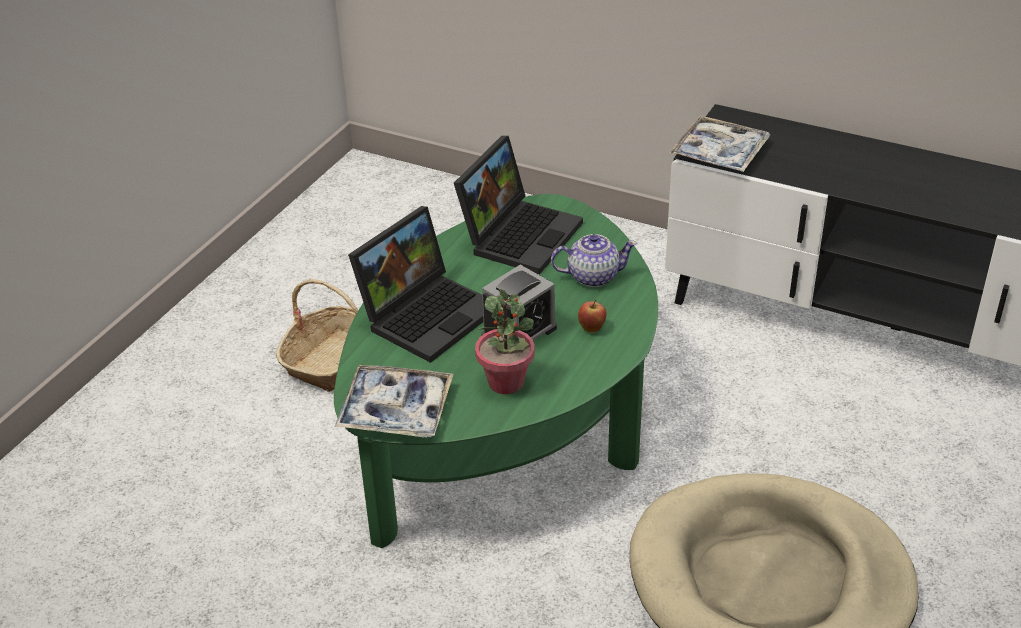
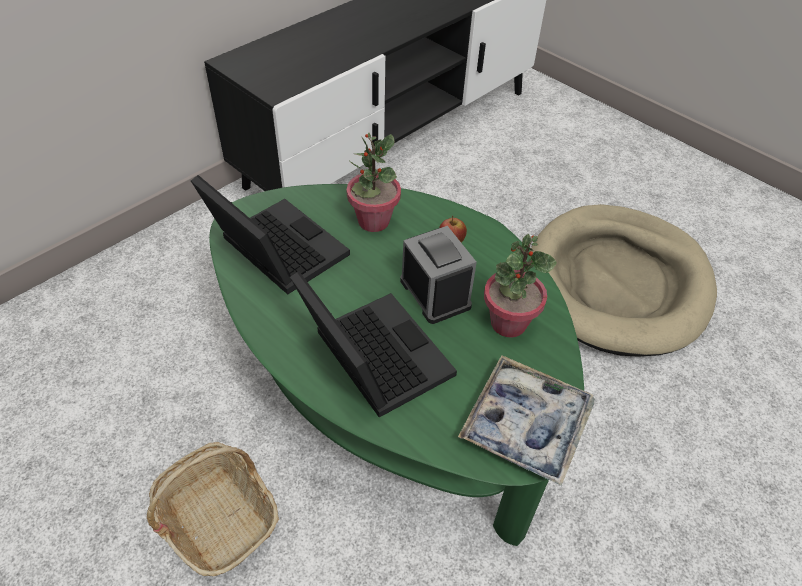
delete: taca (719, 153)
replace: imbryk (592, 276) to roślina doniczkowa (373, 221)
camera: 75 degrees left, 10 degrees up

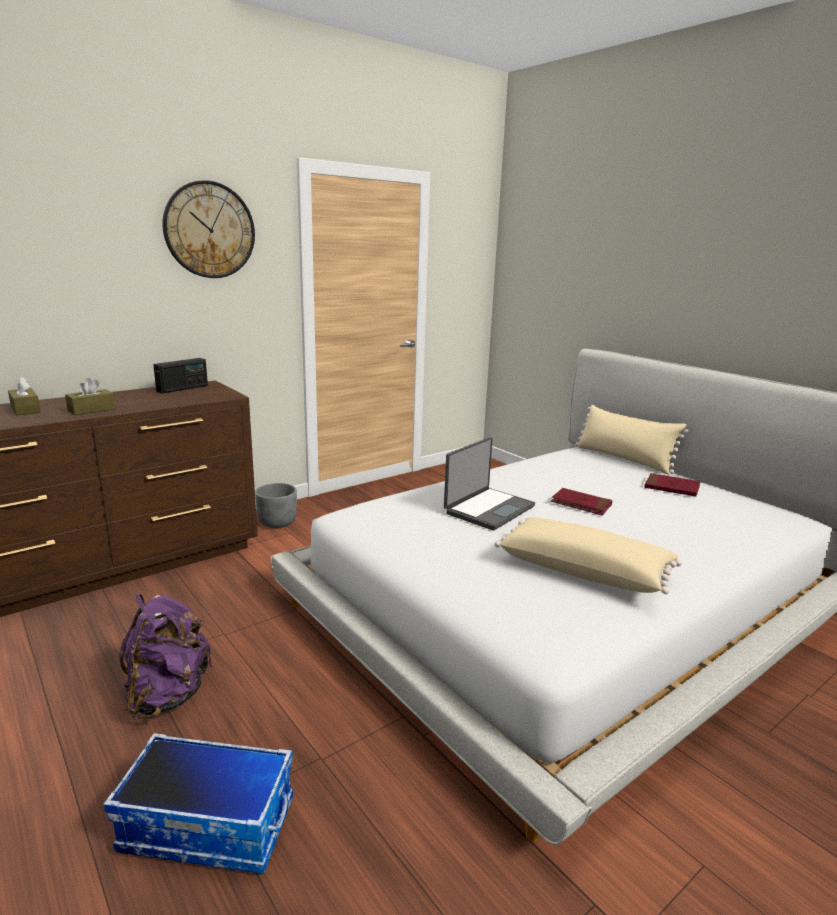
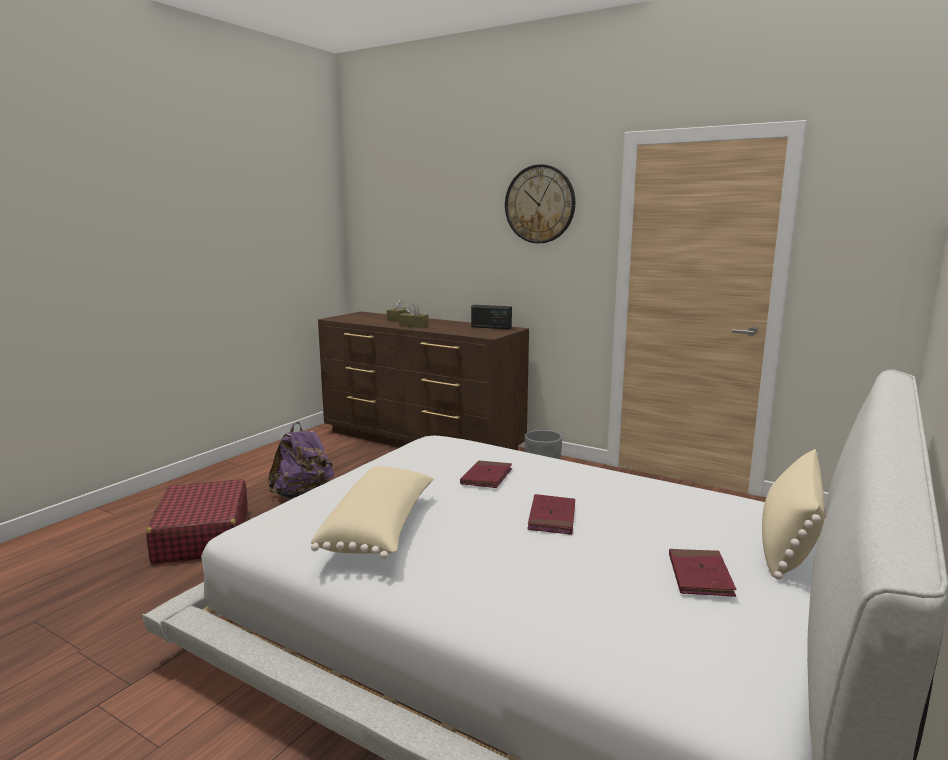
replace: pojemnik do przechowywania (210, 824) to walizka (czerwony) (202, 536); laptop (488, 509) to książka (czerwony) (486, 477)
camera: 70 degrees right, 5 degrees down

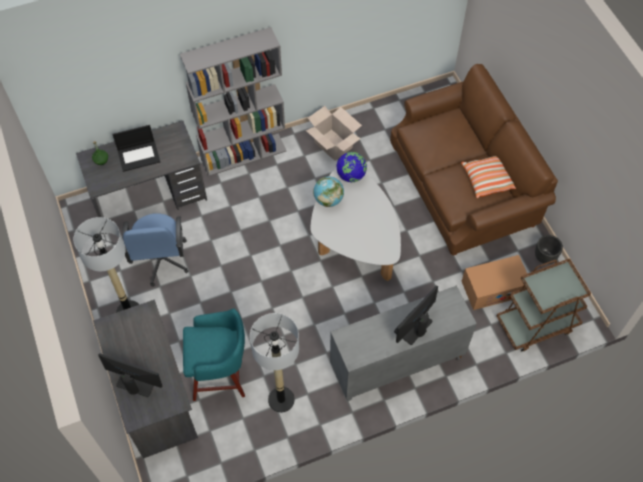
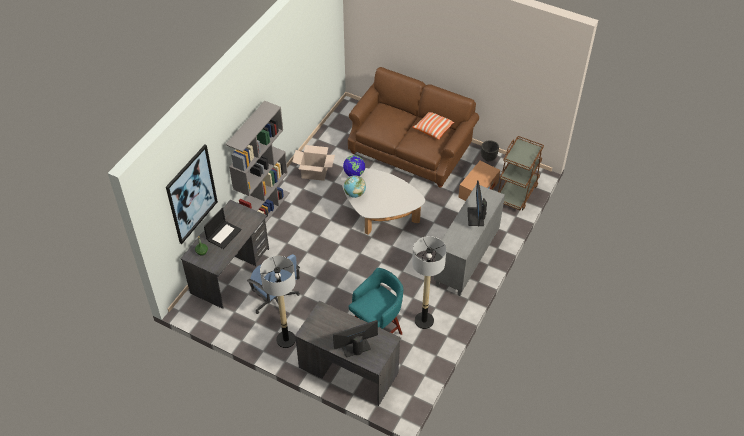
insert: obraz (192, 194)
camera: 40 degrees left, 10 degrees down

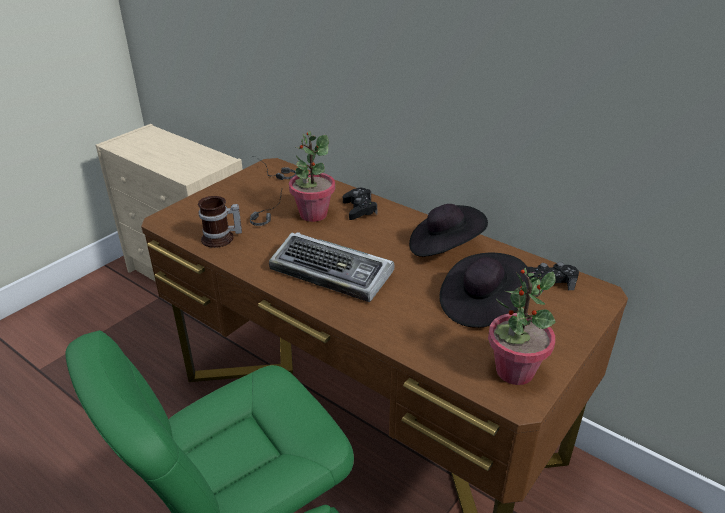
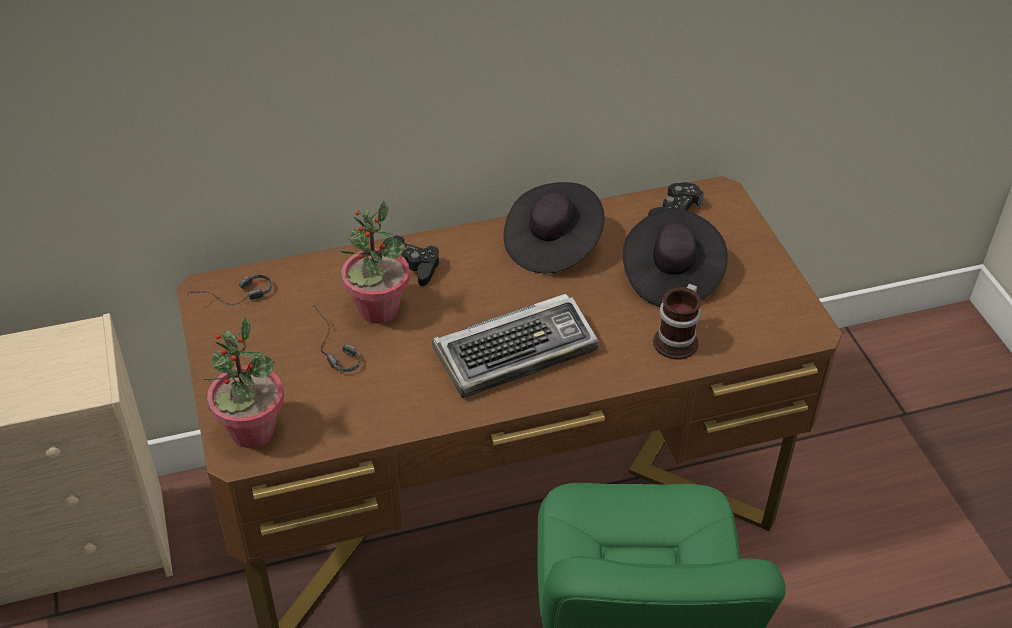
move: kubek (221, 239) to (679, 340); roślina doniczkowa (514, 371) to (252, 431)
camera: 55 degrees left, 10 degrees up

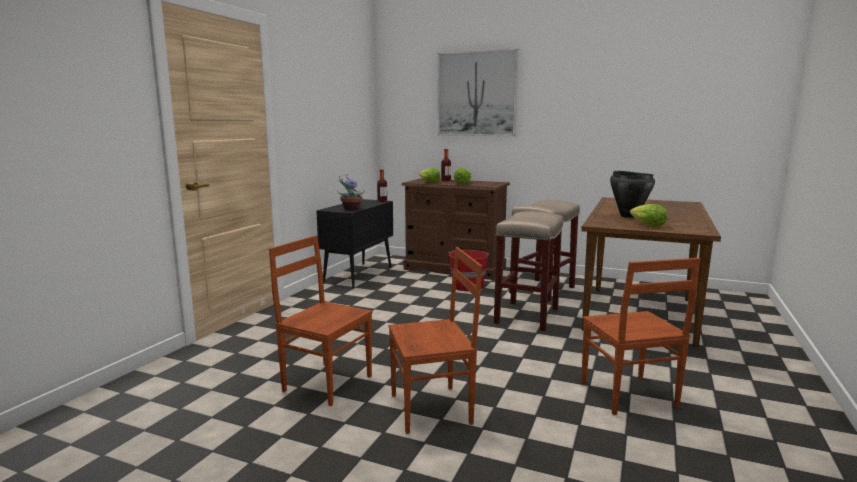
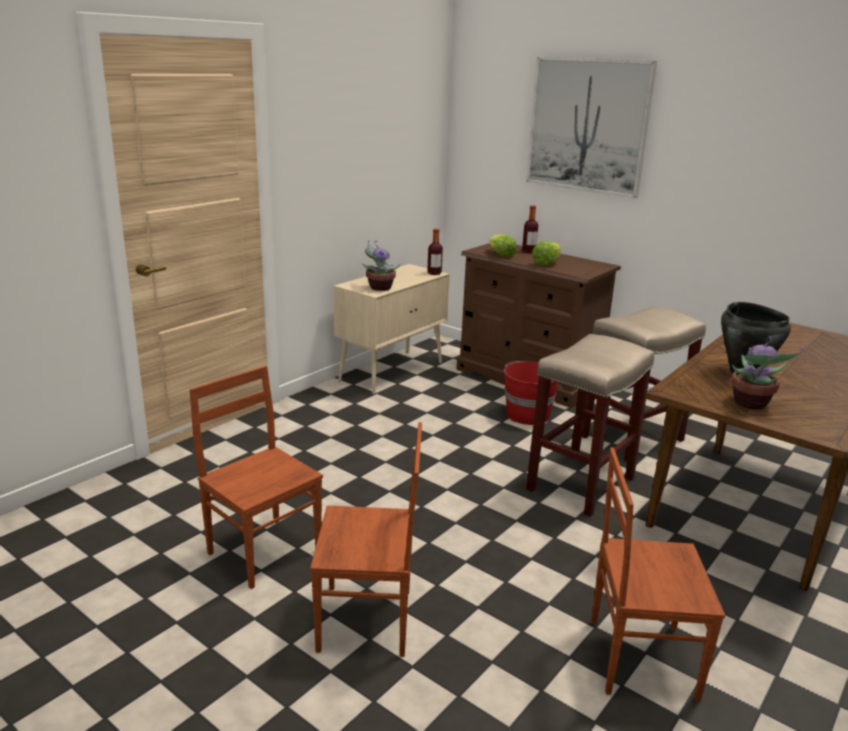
replace: sałata (647, 225) to roślina doniczkowa (751, 404)
recolor: szafka (czarny) (359, 275) to szafka (beżowy) (392, 371)
rotate: krzesło (brązowy) (628, 396) = (639, 657) 90 degrees clockwise
camera: 15 degrees right, 10 degrees up

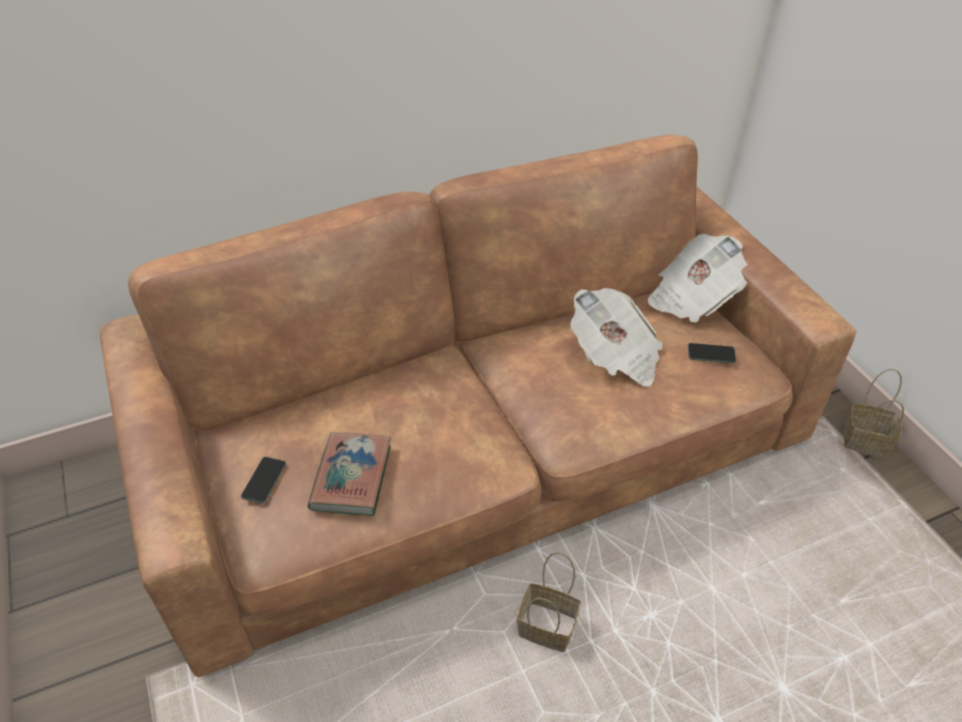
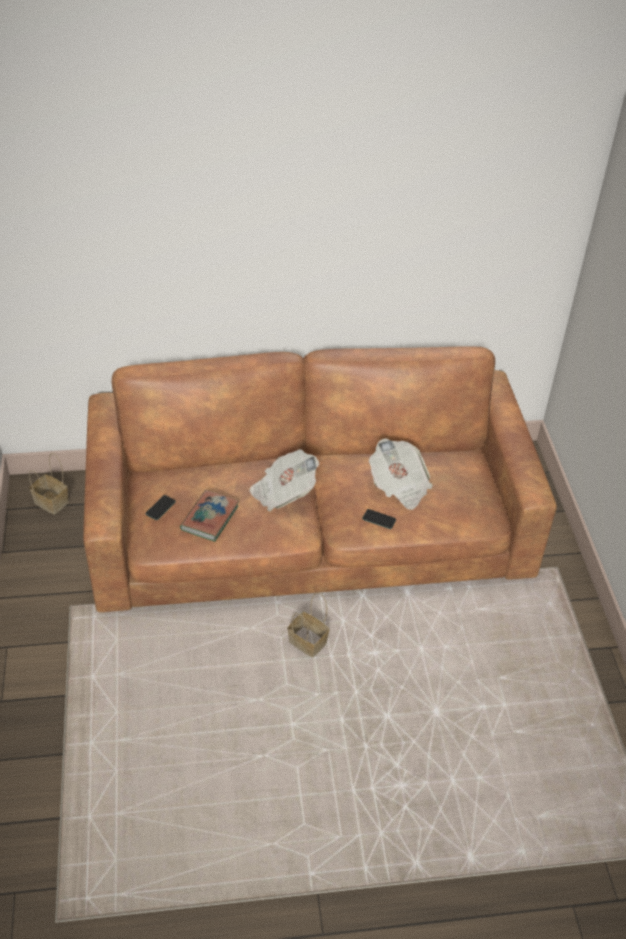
move: gazeta (692, 296) to (283, 492); telefon (711, 354) to (379, 519); koszyk (866, 441) to (52, 502)
camera: 15 degrees right, 0 degrees up

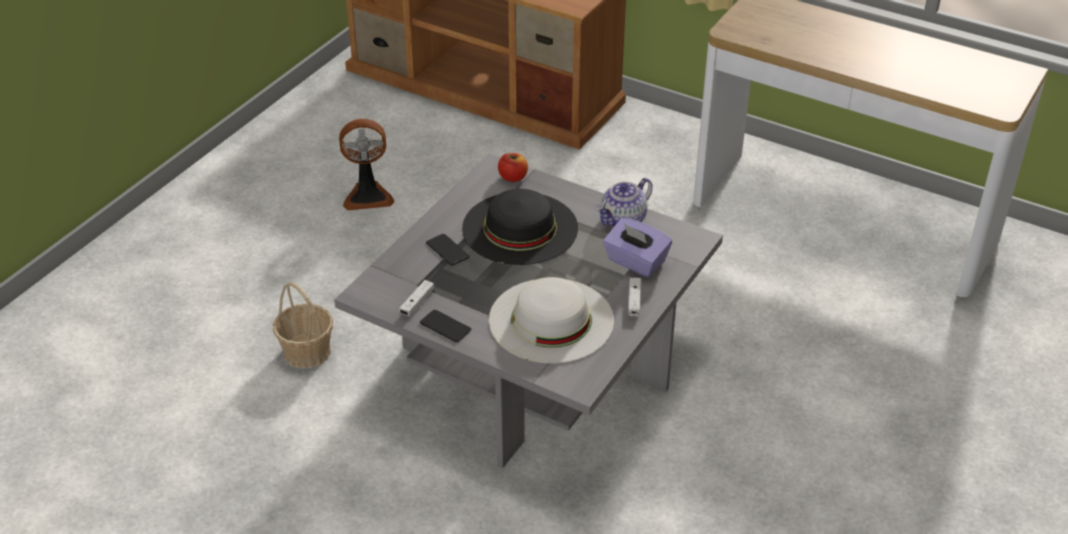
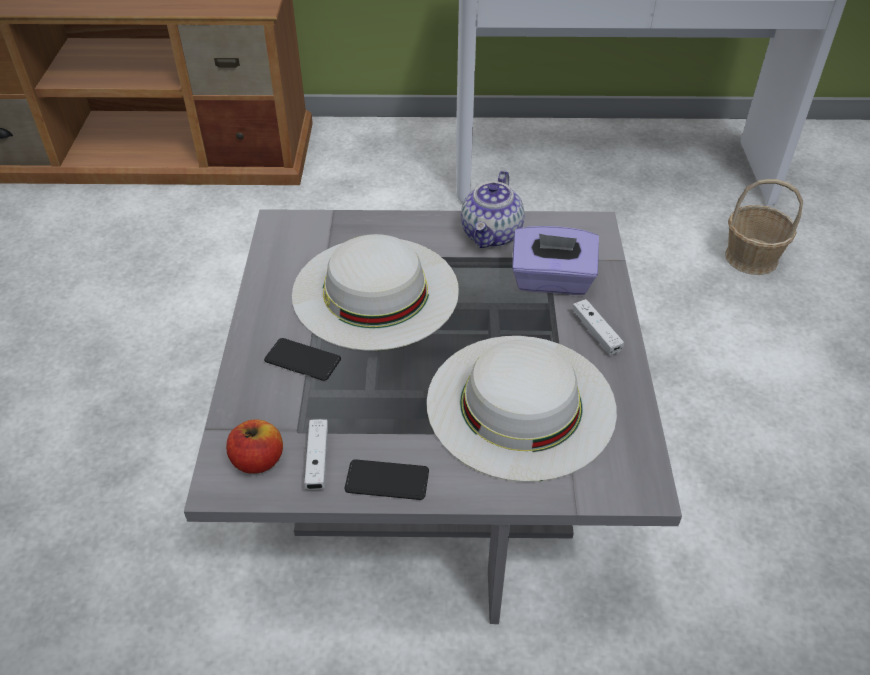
delete: wentylator (368, 196)
move: koszyk (307, 351) to (751, 257); jabłko (513, 177) to (258, 460)
recolor: kapelusz (czarny) (520, 228) to kapelusz (biały) (375, 291)
camera: 30 degrees left, 5 degrees up

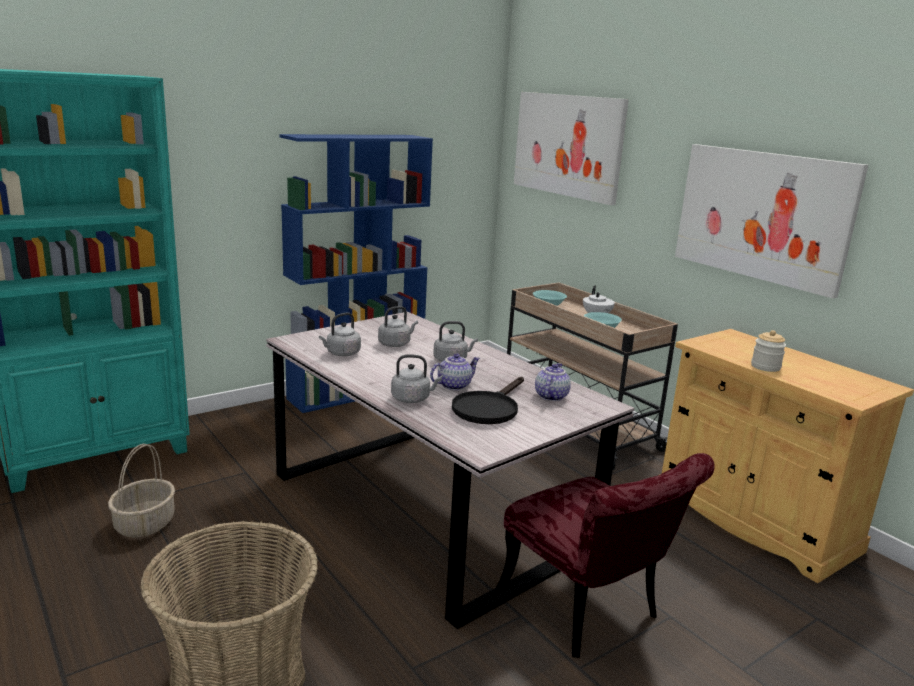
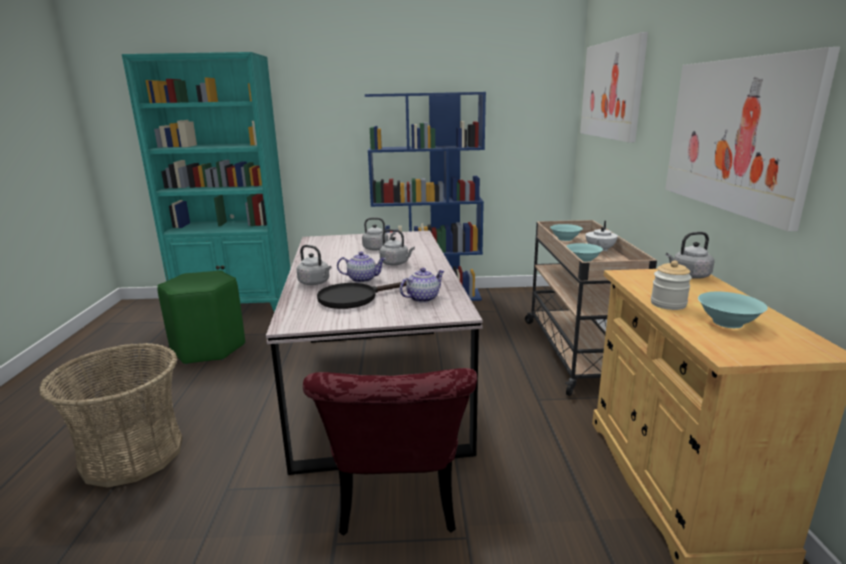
insert: miska (turkusowy) (727, 322)
move: czajnik (szary) (341, 354) to (688, 276)
replace: koszyk (144, 523) to stołek (zielony) (209, 348)
camera: 35 degrees right, 0 degrees up

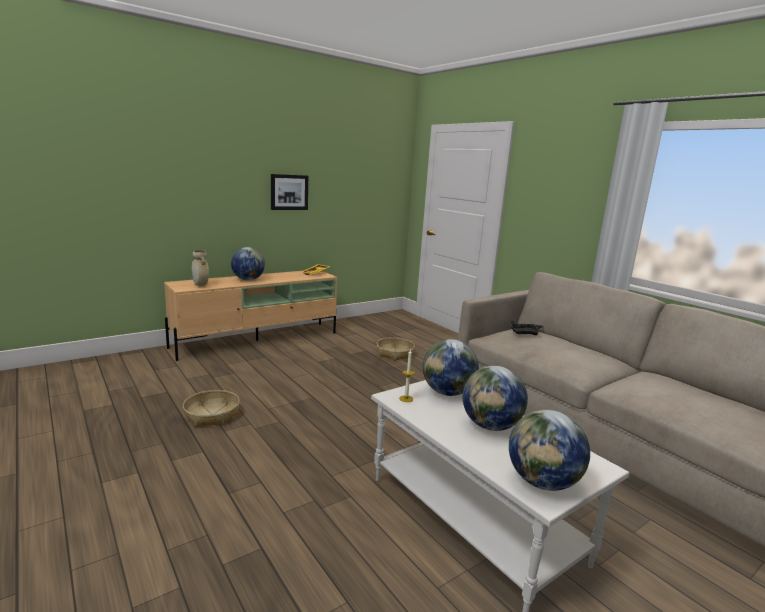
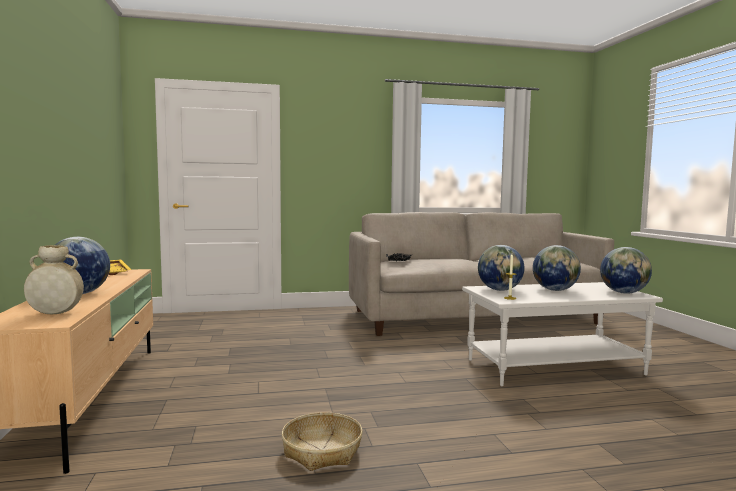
delete: obraz (289, 192); koszyk (395, 354)
camera: 65 degrees left, 10 degrees down

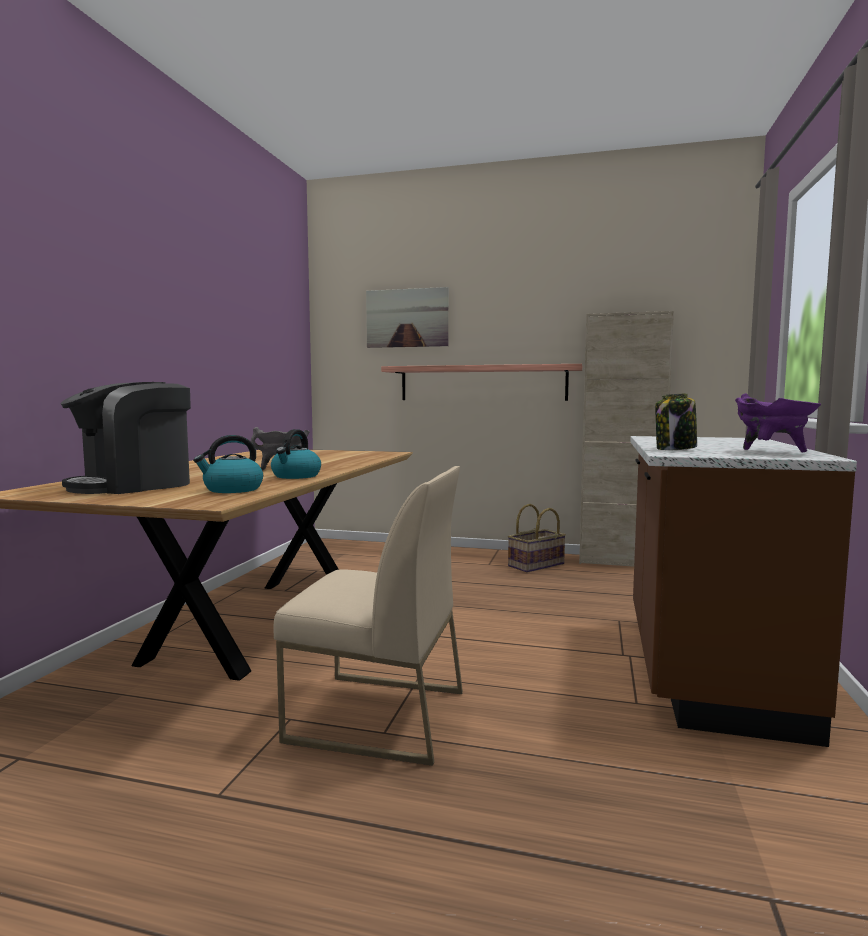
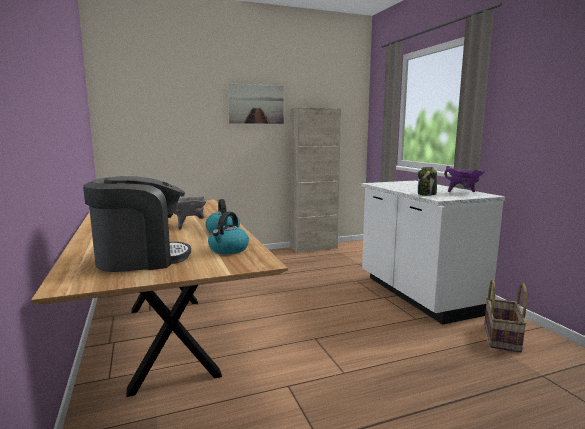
delete: krzesło (beżowy) (376, 716); półka (482, 383)
move: obraz (407, 318) to (256, 104); koszyk (536, 565) to (502, 338)
recolor: zabudowa kuchenna (brązowy) (704, 669) to zabudowa kuchenna (biały) (417, 295)
rotate: ekspres do kawy (134, 485) = (141, 259) 120 degrees counterclockwise
camera: 35 degrees left, 5 degrees up

